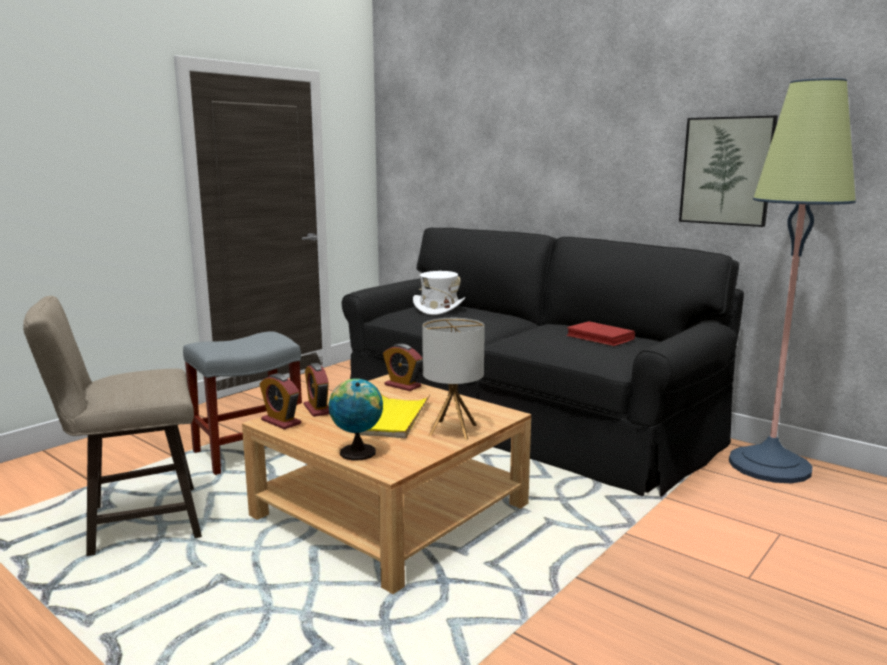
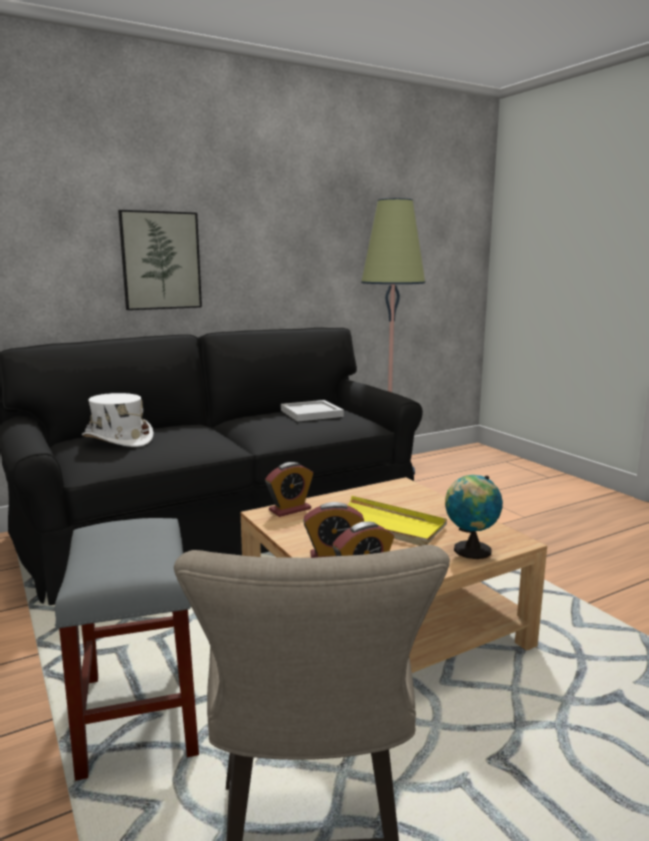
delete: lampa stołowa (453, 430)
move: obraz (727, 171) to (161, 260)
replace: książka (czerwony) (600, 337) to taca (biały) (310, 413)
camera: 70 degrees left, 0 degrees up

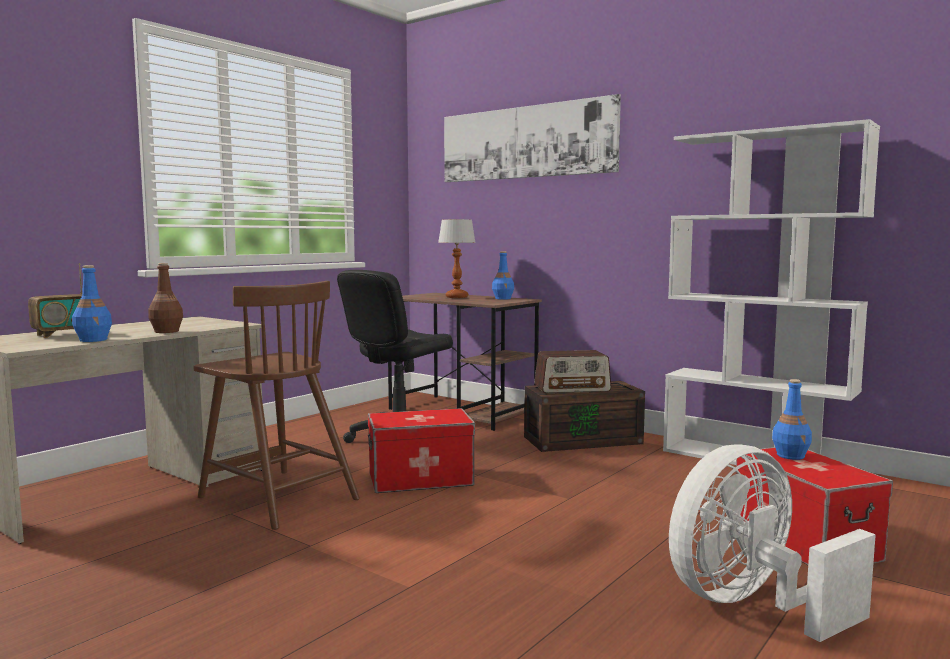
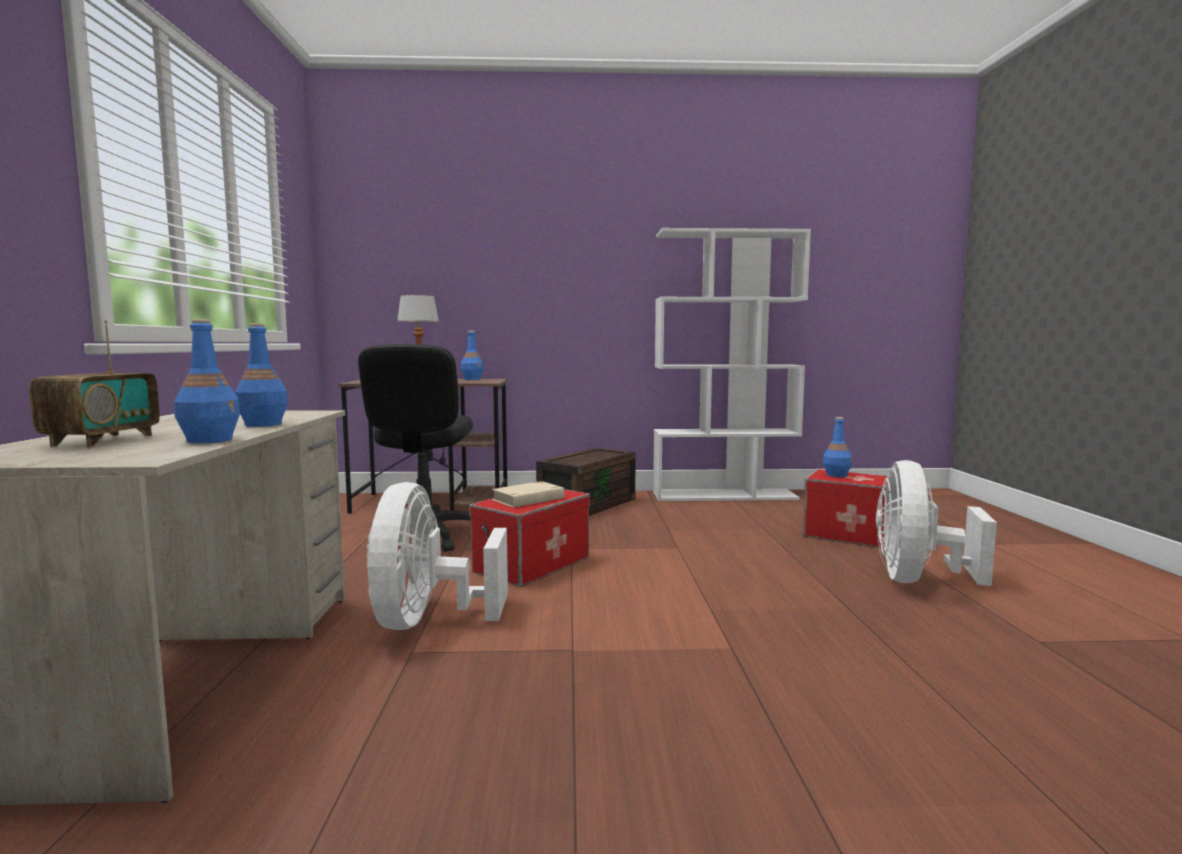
delete: obraz (526, 142); radio (572, 388)
insert: książka (beżowy) (529, 499)
replace: krzesło (brązowy) (277, 497) to wentylator (biały) (427, 621)
recolor: butelka (brązowy) (166, 331) to butelka (niebieski) (263, 424)
camera: 40 degrees left, 0 degrees up

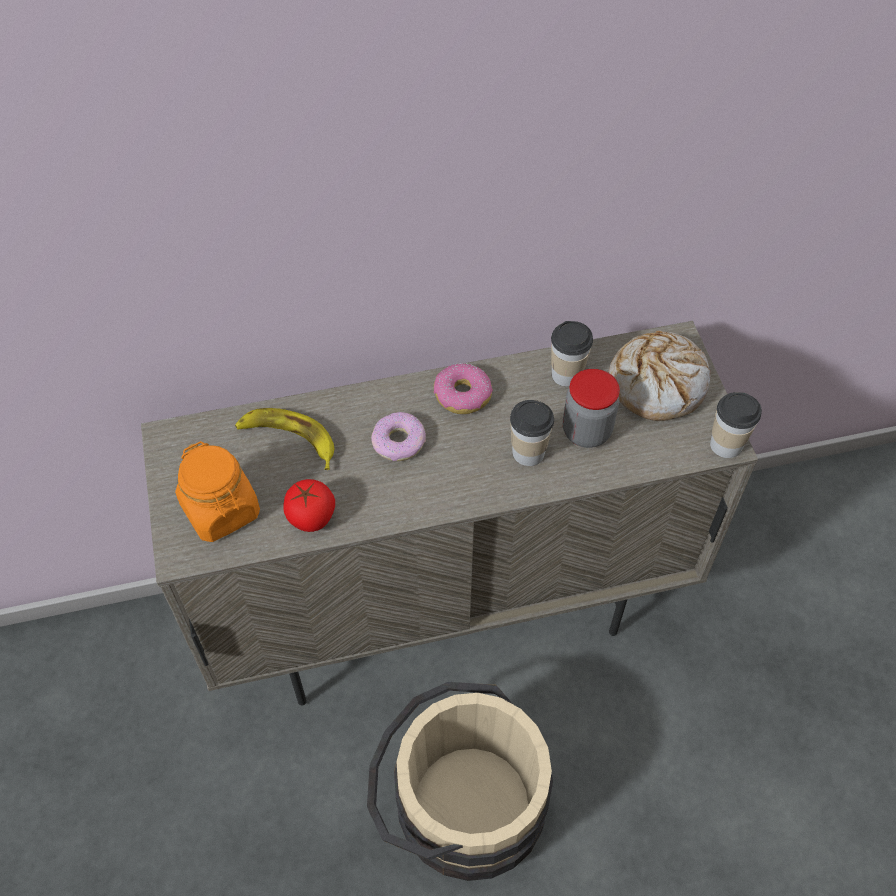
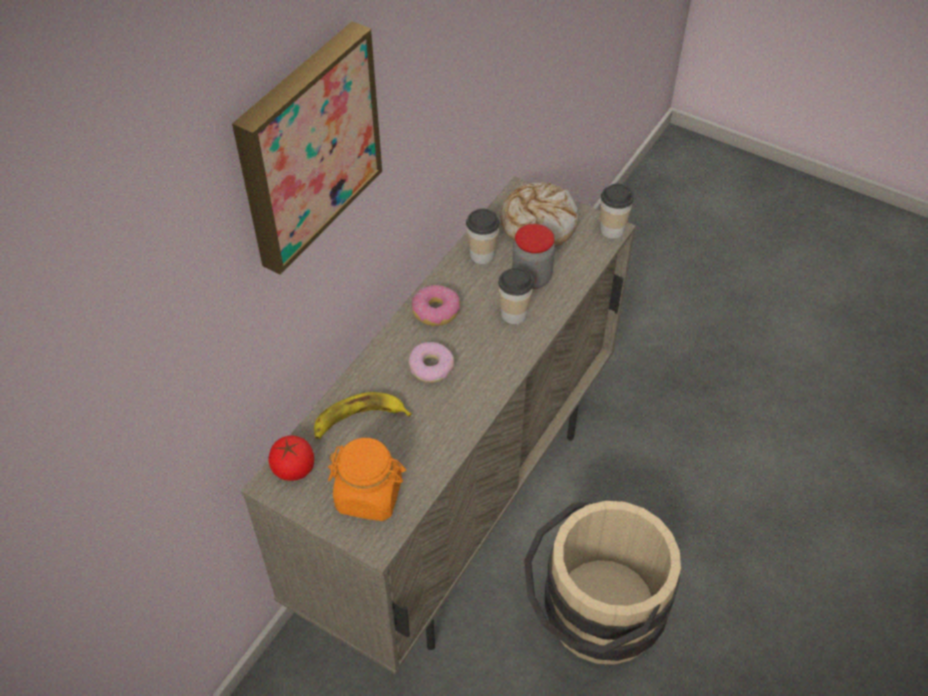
insert: obraz (306, 146)
move: pomidor (311, 516) to (293, 468)
camera: 45 degrees left, 5 degrees down

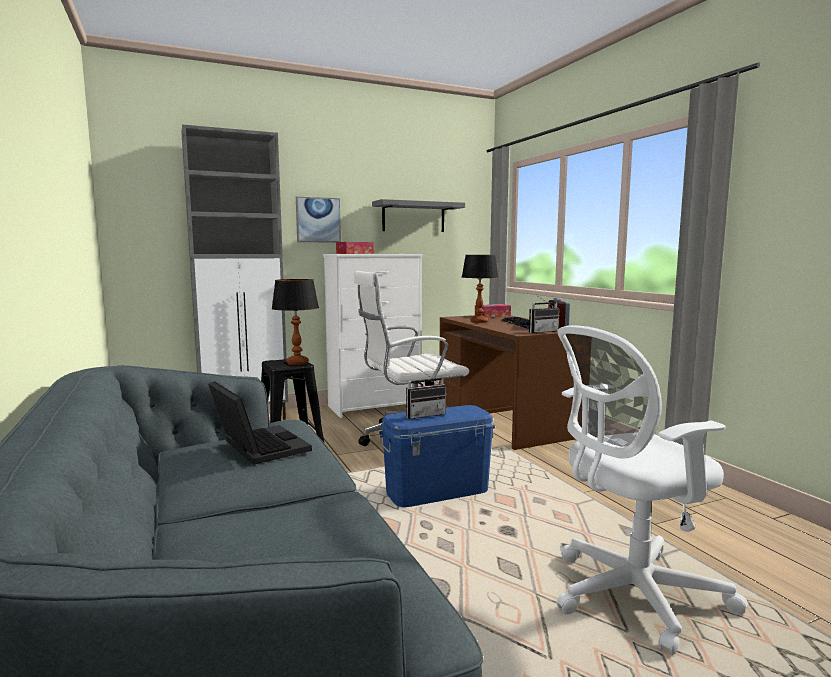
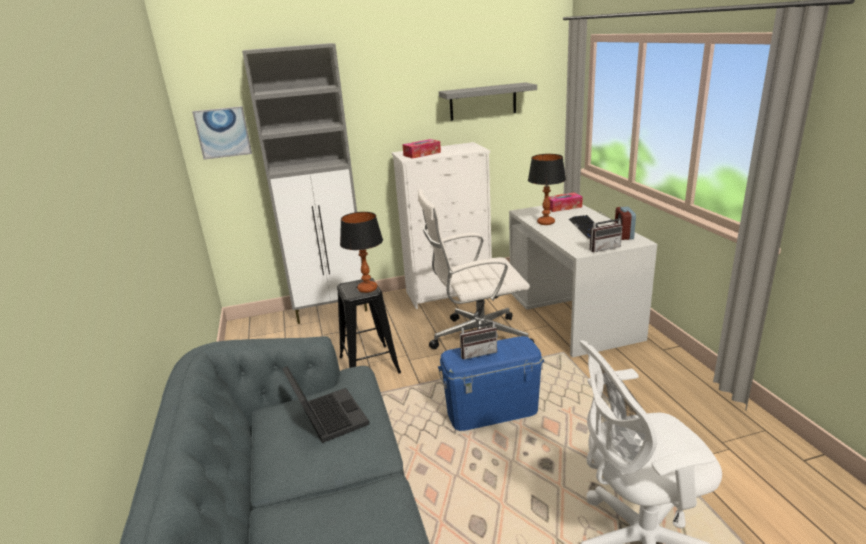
move: obraz (318, 220) to (223, 132)
recolor: biurko (brązowy) (506, 420) to biurko (biały) (572, 314)
camera: 10 degrees right, 15 degrees up

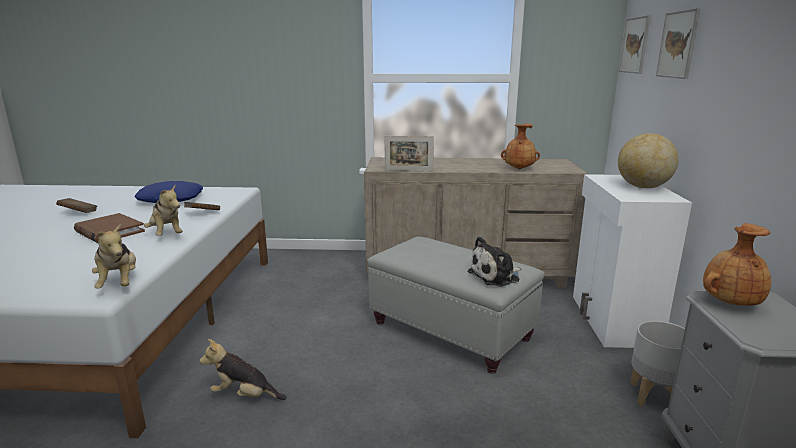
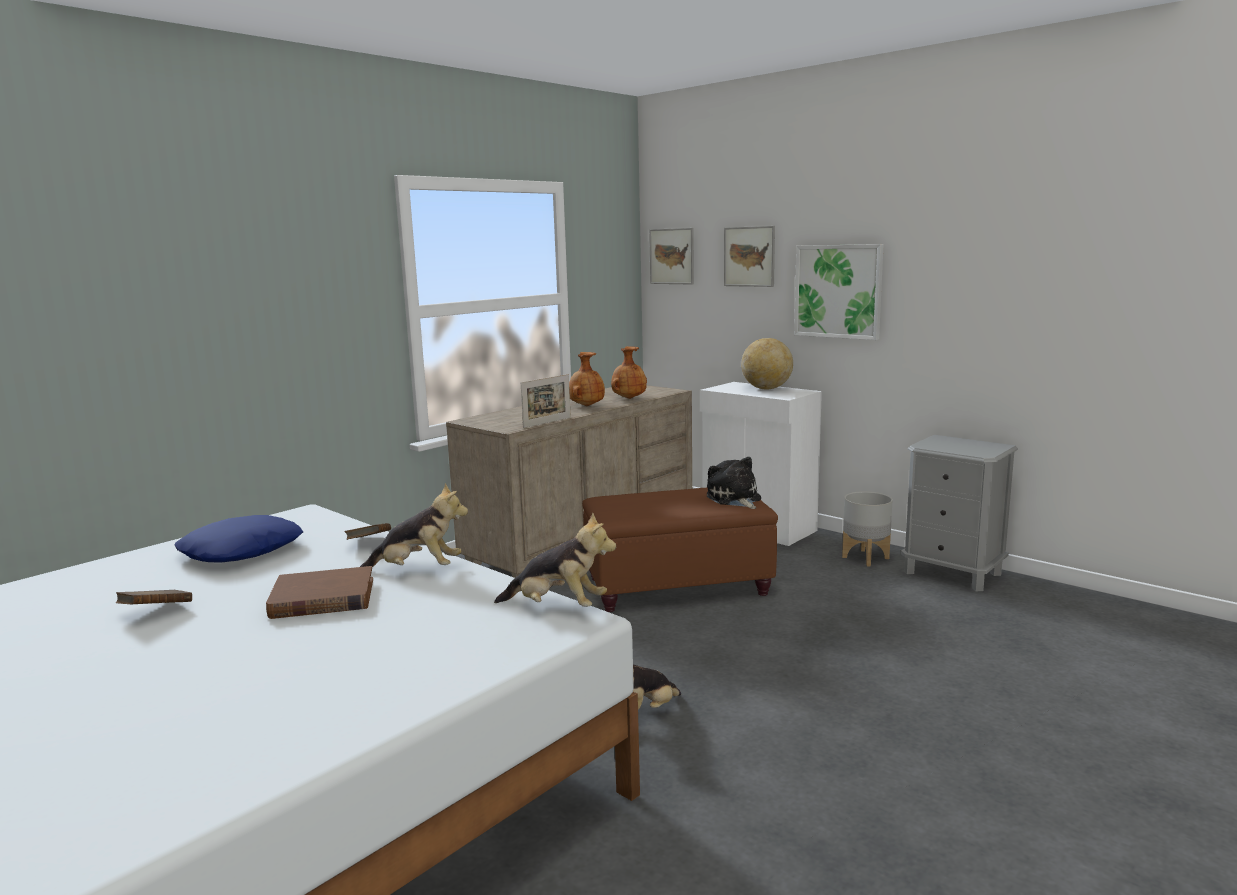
insert: obraz (838, 291)
move: wazon (brązowy) (729, 303) to (586, 406)
recolor: pufa (szary) (451, 331) to pufa (brązowy) (678, 586)
rotate: pluszak (496, 276) = (734, 499) 150 degrees clockwise
camera: 50 degrees left, 5 degrees down

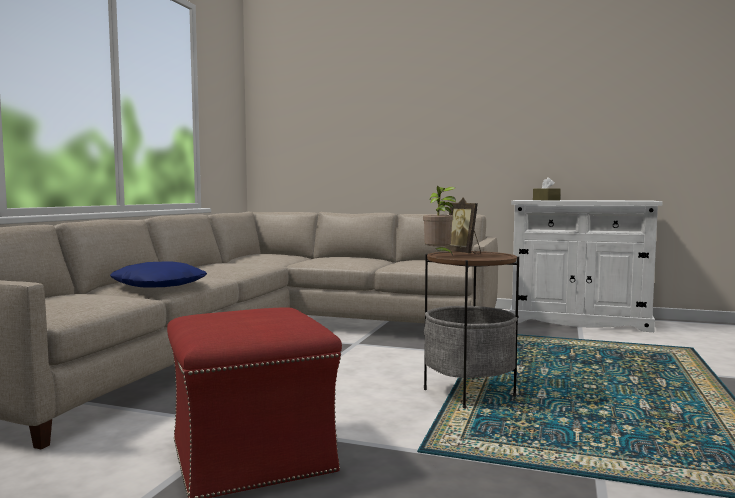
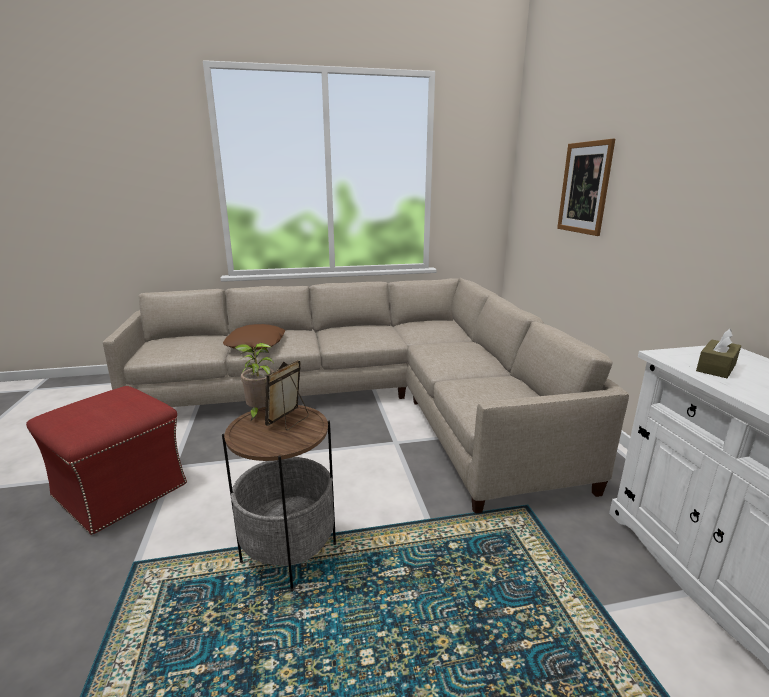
insert: obraz (584, 188)
recolor: poduszka (niebieski) (160, 285) to poduszka (brązowy) (256, 344)
camera: 60 degrees right, 15 degrees up

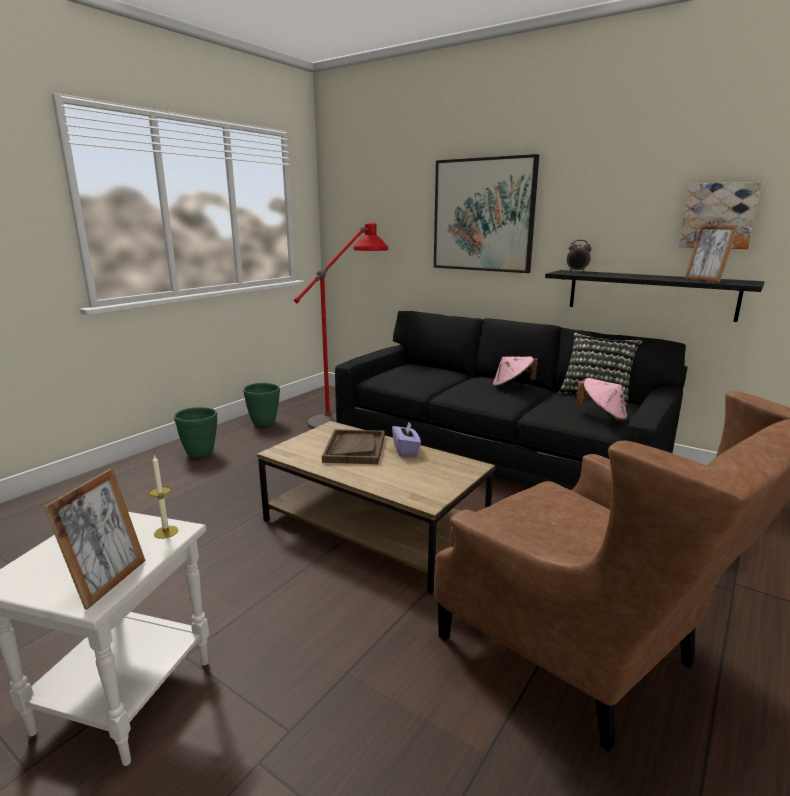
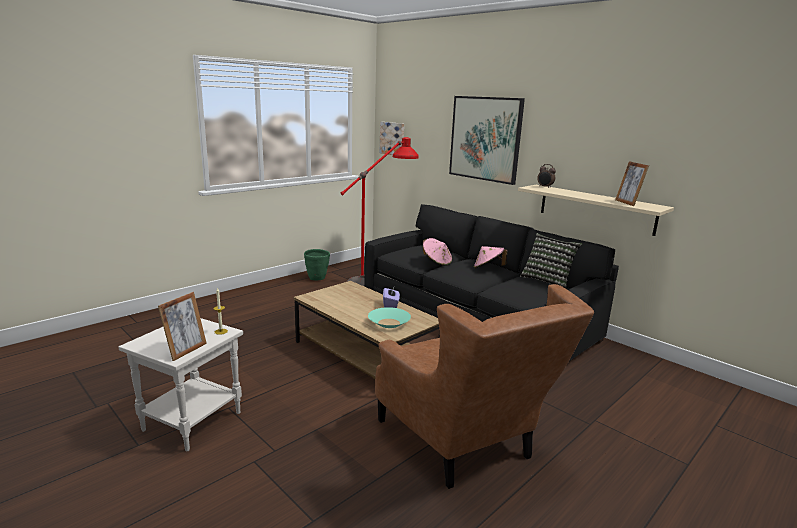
delete: donica (zielony) (200, 453); taca (brązowy) (354, 448)
insert: miska (turkusowy) (389, 323)
move: kapelusz (różowy) (602, 416) to (436, 262); obraz (718, 216) to (392, 138)
recolor: półka (czarny) (650, 294) to półka (beżowy) (596, 209)
camera: 10 degrees right, 0 degrees up

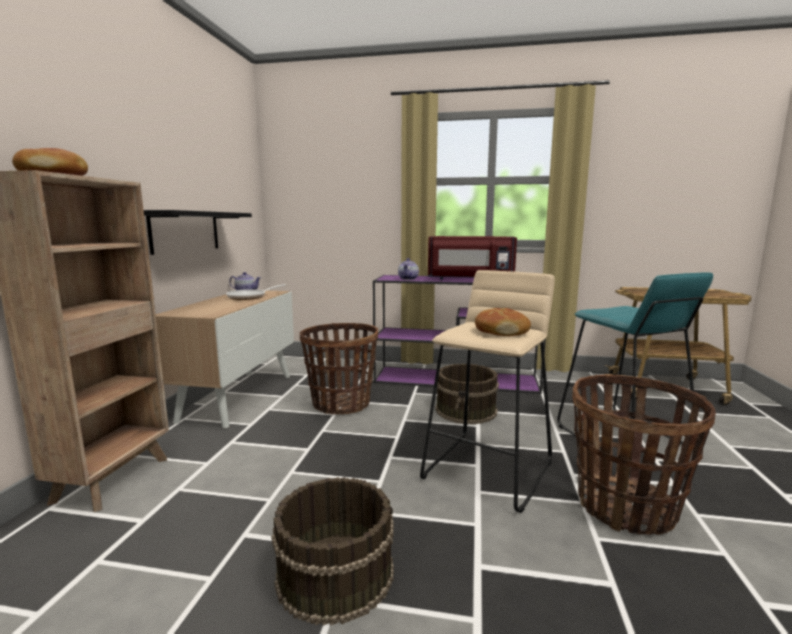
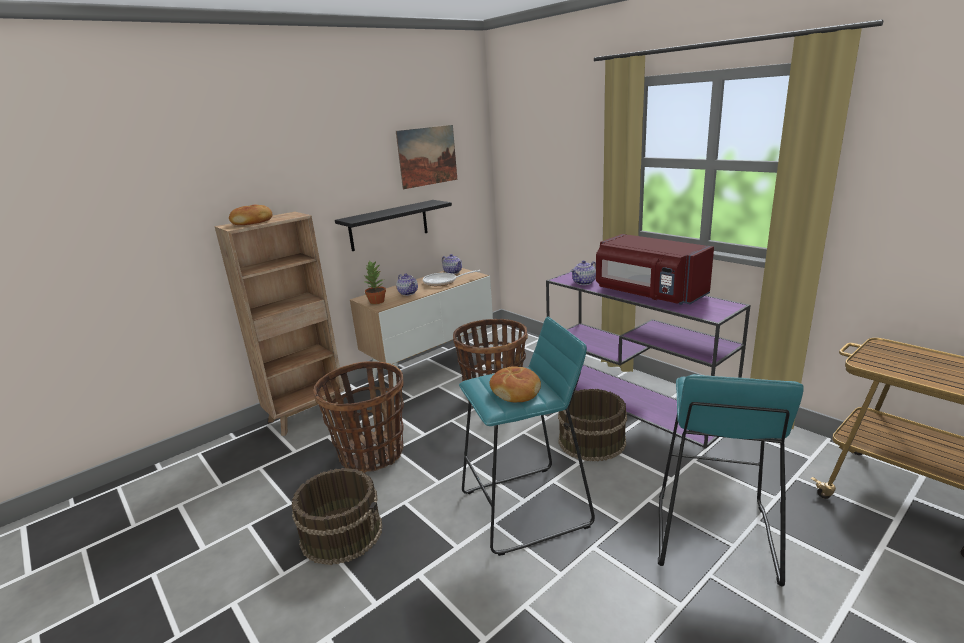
insert: roślina doniczkowa (376, 301); obraz (427, 156); imbryk (408, 293)
move: koszyk (626, 507) to (371, 454)
recolor: stołek (beżowy) (488, 470) to stołek (turkusowy) (526, 508)
camera: 40 degrees right, 10 degrees up

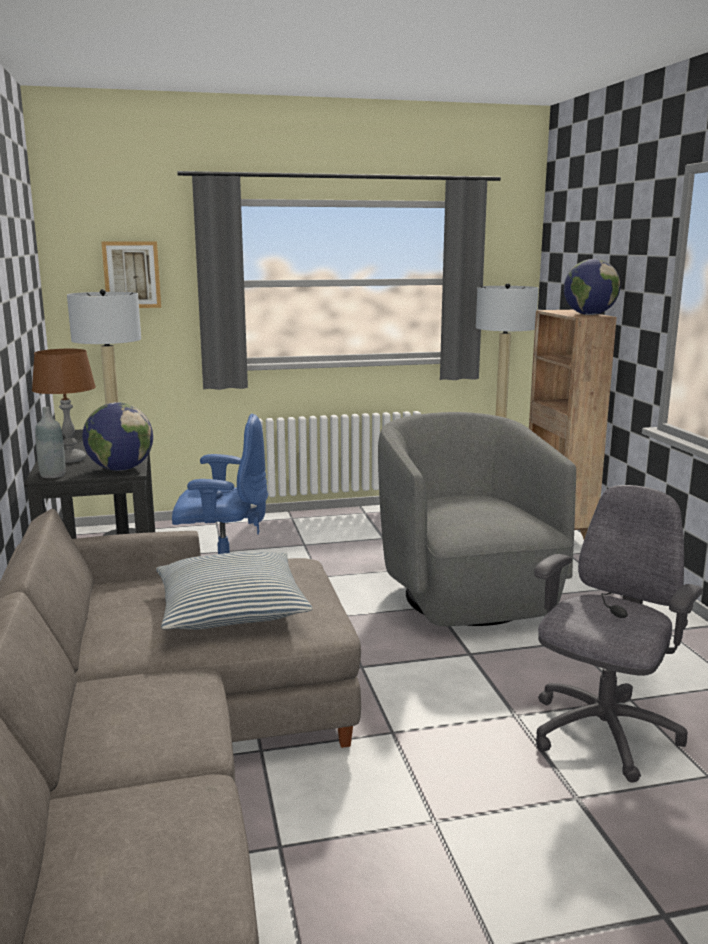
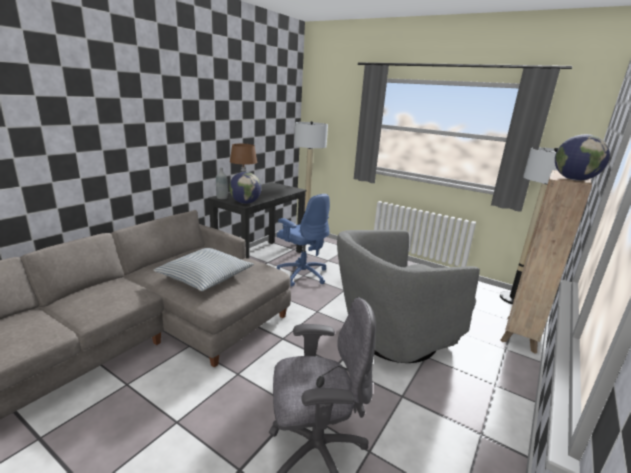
delete: obraz (132, 275)
rotate: fotel (szary) (467, 596) = (394, 337) 150 degrees counterclockwise
camera: 45 degrees right, 5 degrees up

